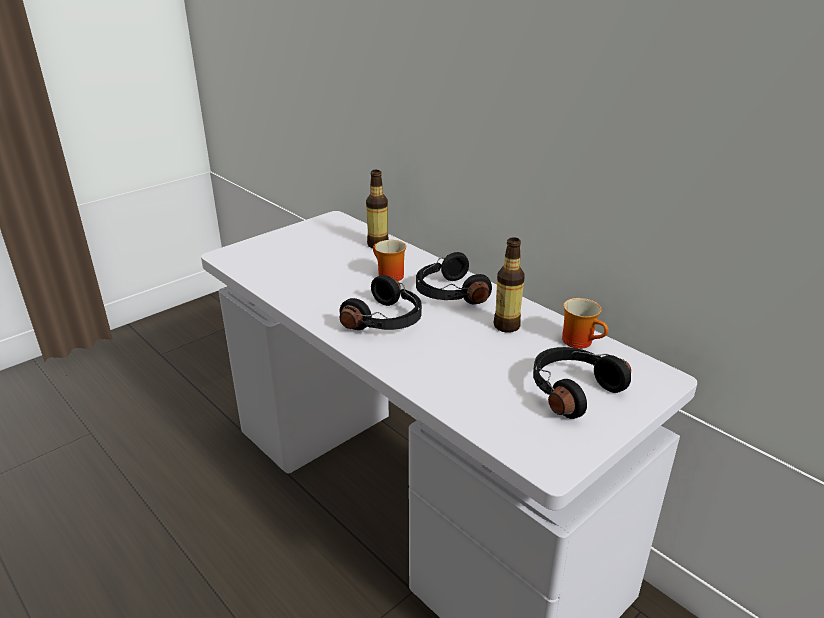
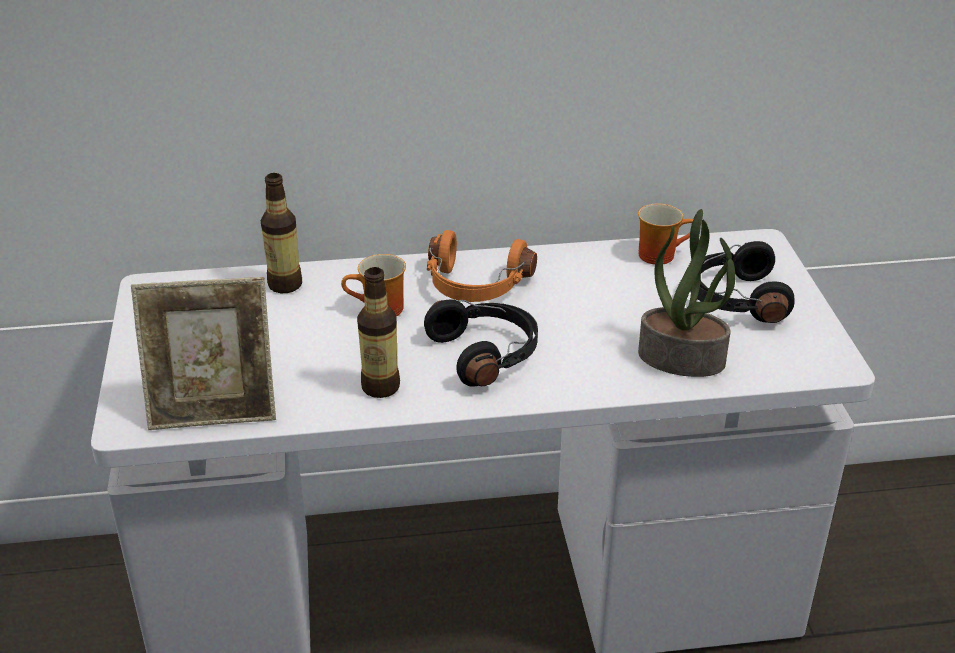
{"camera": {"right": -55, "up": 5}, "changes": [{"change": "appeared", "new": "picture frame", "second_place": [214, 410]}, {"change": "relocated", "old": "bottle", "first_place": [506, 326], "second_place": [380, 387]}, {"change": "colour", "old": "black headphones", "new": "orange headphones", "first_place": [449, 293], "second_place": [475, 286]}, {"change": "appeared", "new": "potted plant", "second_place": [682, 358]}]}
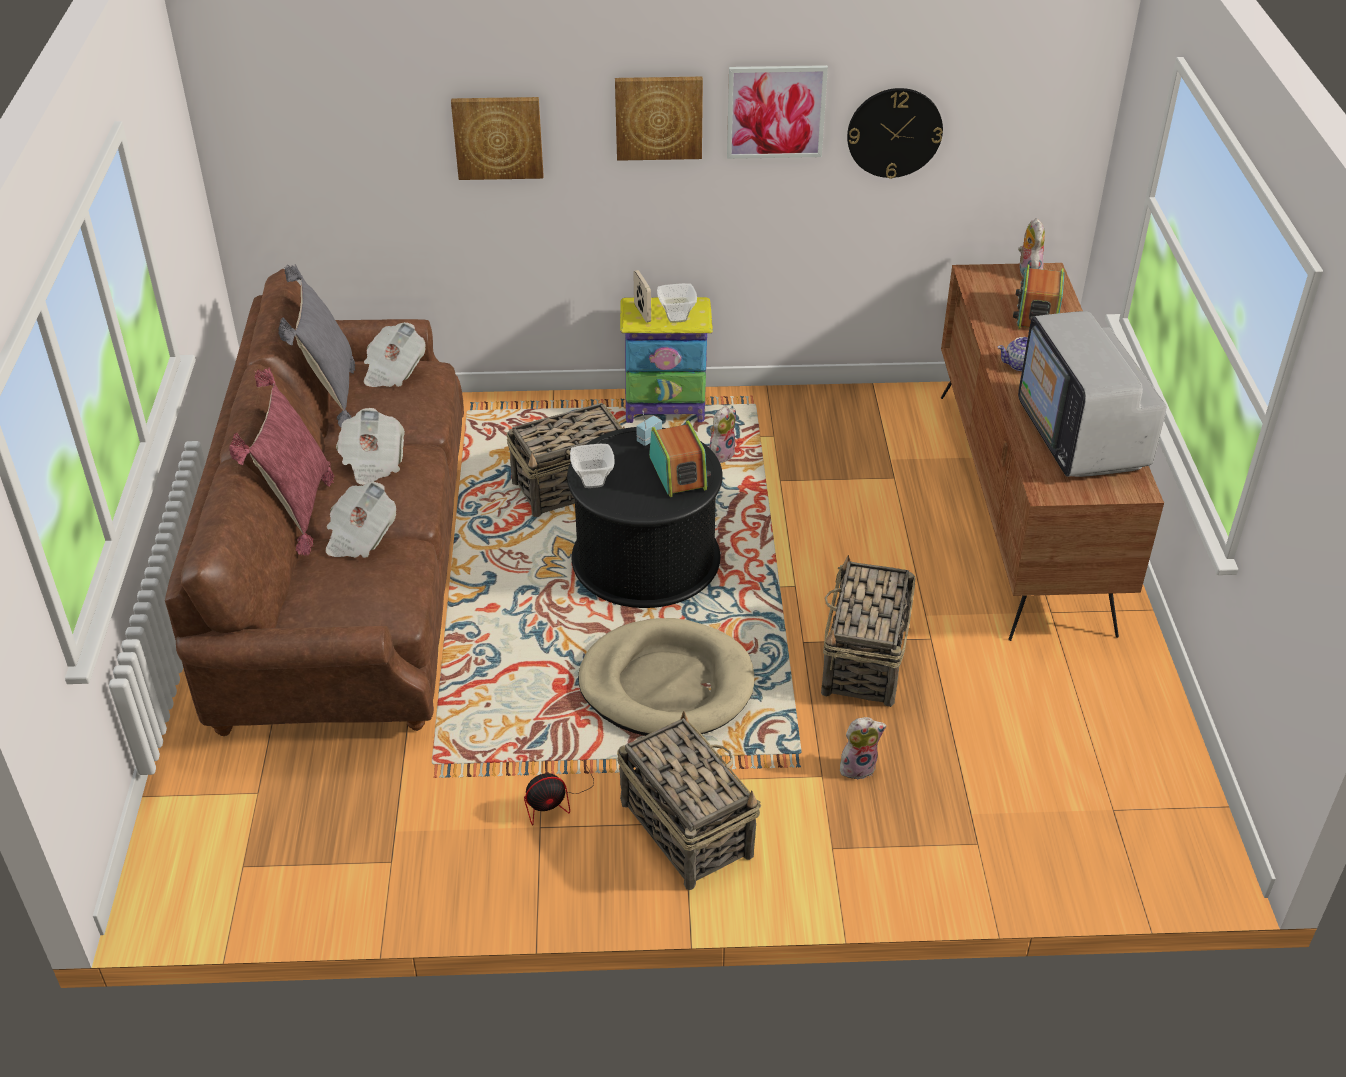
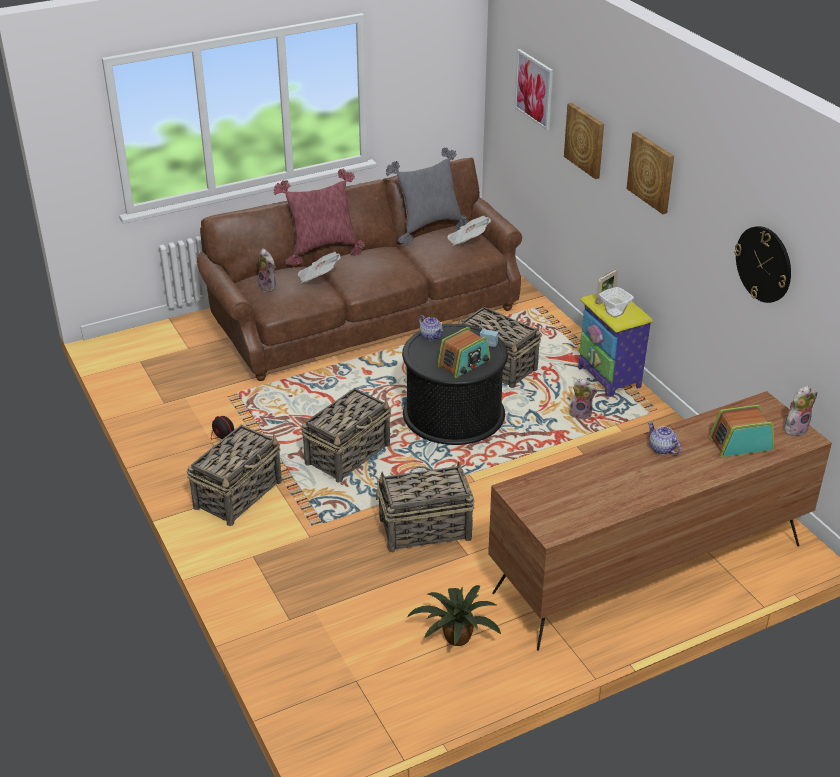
{"camera": {"right": 65, "up": -5}, "changes": [{"change": "relocated", "old": "plush toy", "first_place": [858, 766], "second_place": [269, 286]}, {"change": "exchanged", "old": "beige dog bed", "new": "basket", "first_place": [666, 684], "second_place": [348, 454]}, {"change": "appeared", "new": "potted plant", "second_place": [455, 638]}, {"change": "exchanged", "old": "bowl", "new": "teapot", "first_place": [592, 481], "second_place": [431, 336]}, {"change": "relocated", "old": "picture", "first_place": [776, 111], "second_place": [534, 89]}, {"change": "missing", "old": "newspaper", "first_place": [372, 462]}, {"change": "missing", "old": "television", "first_place": [1081, 437]}]}
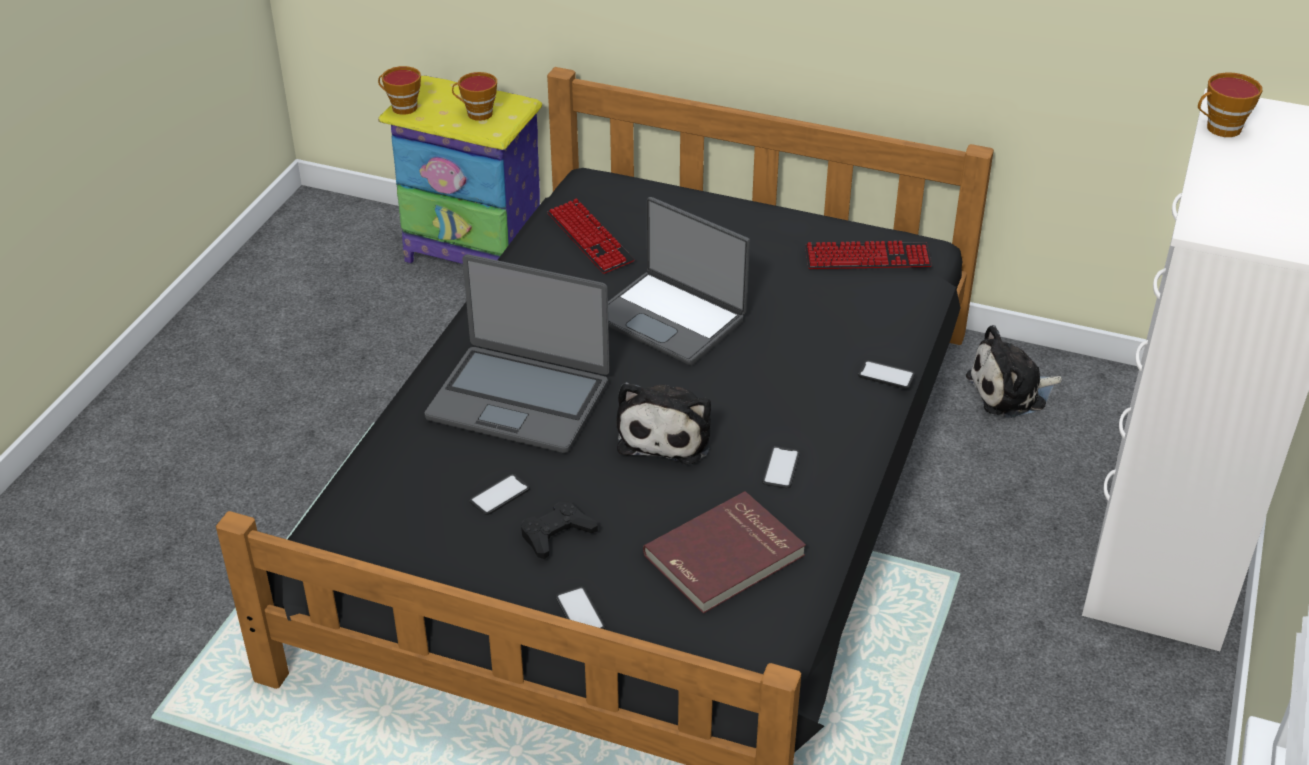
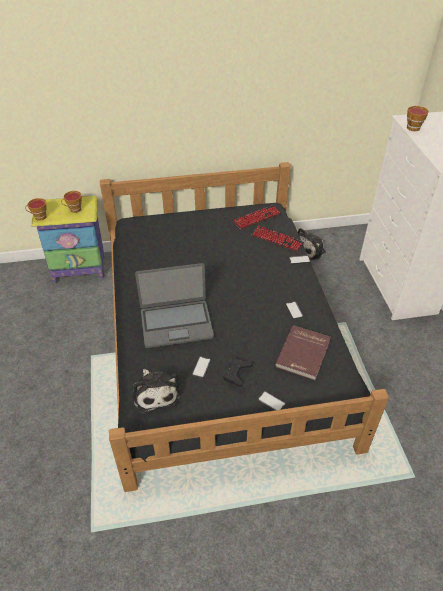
{"camera": {"right": -30, "up": 5}, "changes": [{"change": "relocated", "old": "plush toy", "first_place": [666, 433], "second_place": [155, 392]}, {"change": "relocated", "old": "keyboard", "first_place": [590, 238], "second_place": [277, 239]}, {"change": "missing", "old": "laptop", "first_place": [671, 318]}]}
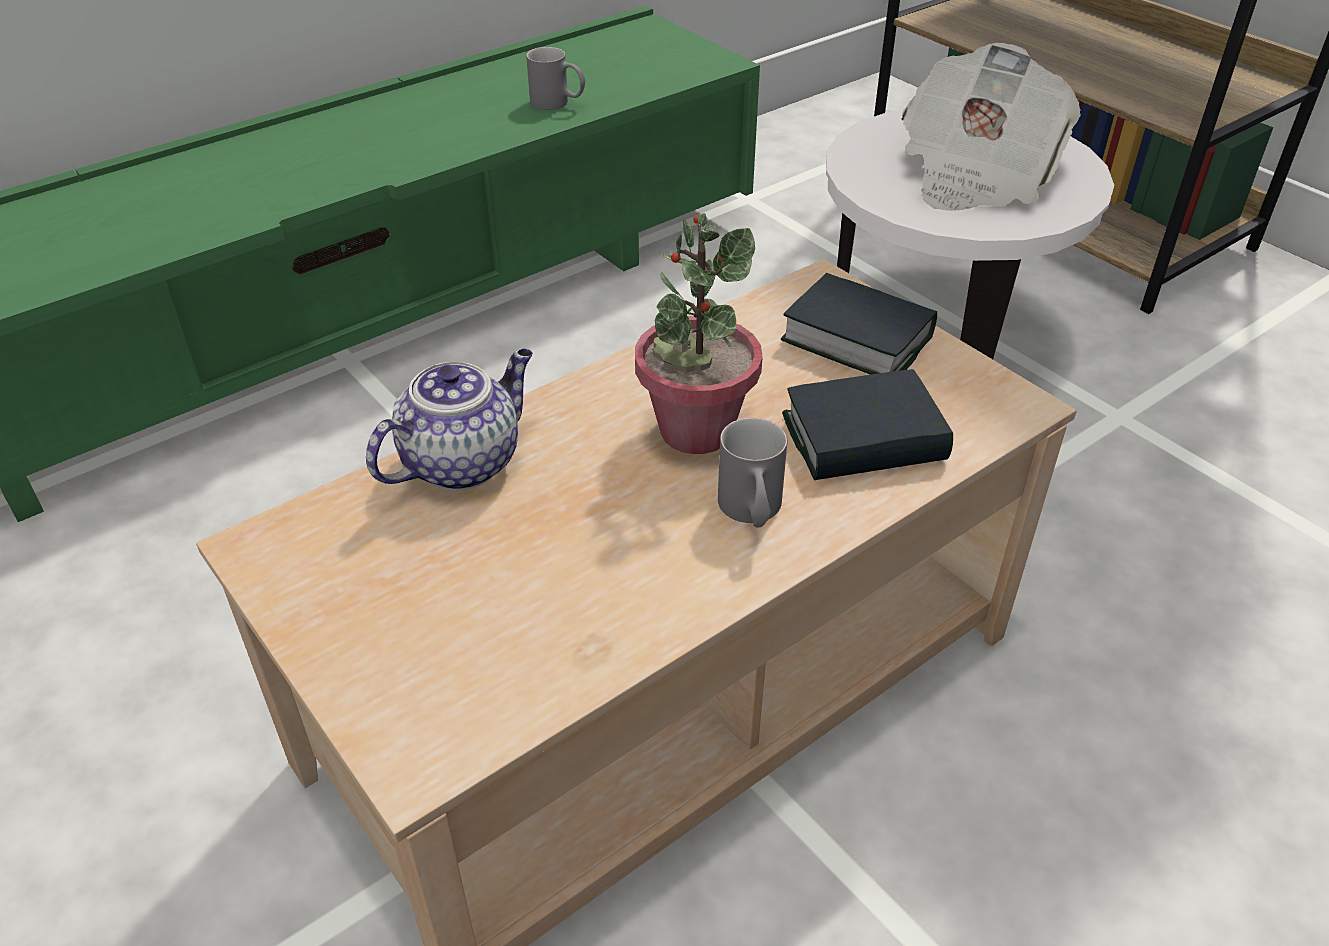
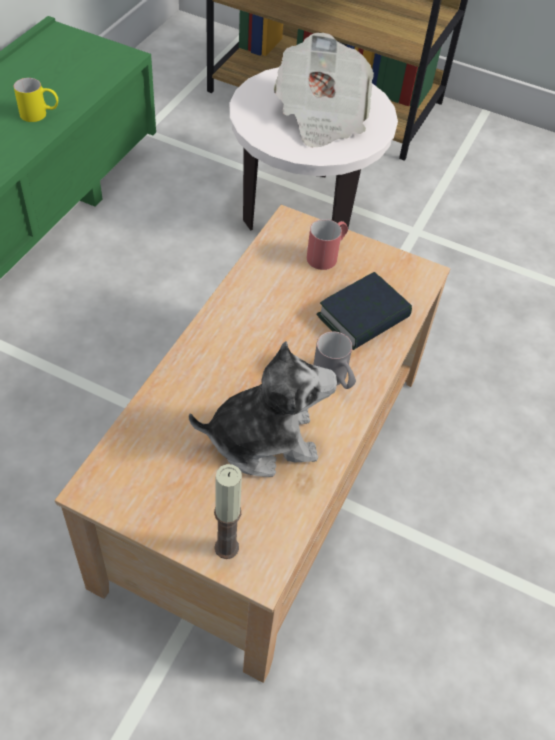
{"camera": {"right": -30, "up": 10}, "changes": [{"change": "colour", "old": "grey mug", "new": "yellow mug", "first_place": [558, 104], "second_place": [40, 114]}, {"change": "appeared", "new": "plush toy", "second_place": [263, 439]}, {"change": "appeared", "new": "candle", "second_place": [226, 547]}, {"change": "exchanged", "old": "book", "new": "red mug", "first_place": [857, 339], "second_place": [327, 255]}, {"change": "missing", "old": "teapot", "first_place": [462, 461]}, {"change": "missing", "old": "potted plant", "first_place": [695, 430]}]}
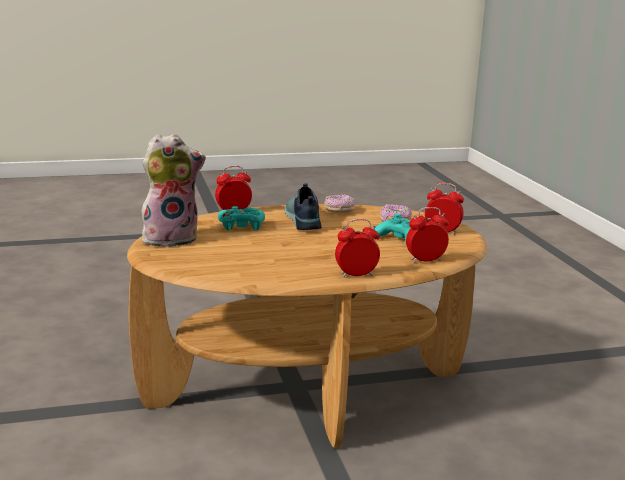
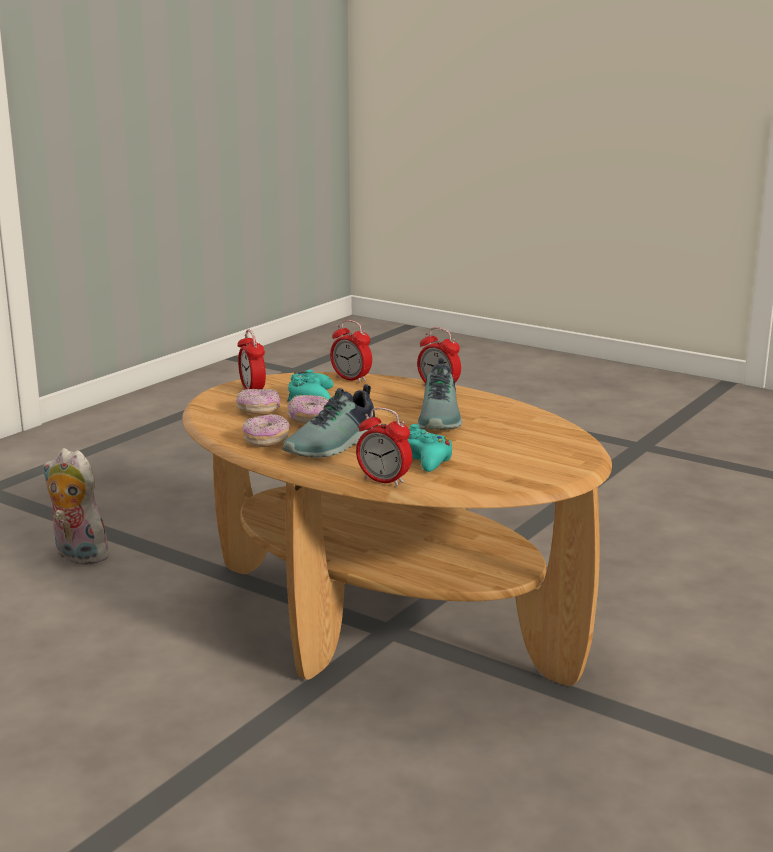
{"camera": {"right": -130, "up": 0}, "changes": [{"change": "relocated", "old": "plush toy", "first_place": [171, 238], "second_place": [77, 556]}, {"change": "appeared", "new": "donut", "second_place": [309, 419]}, {"change": "appeared", "new": "shoe", "second_place": [441, 418]}]}
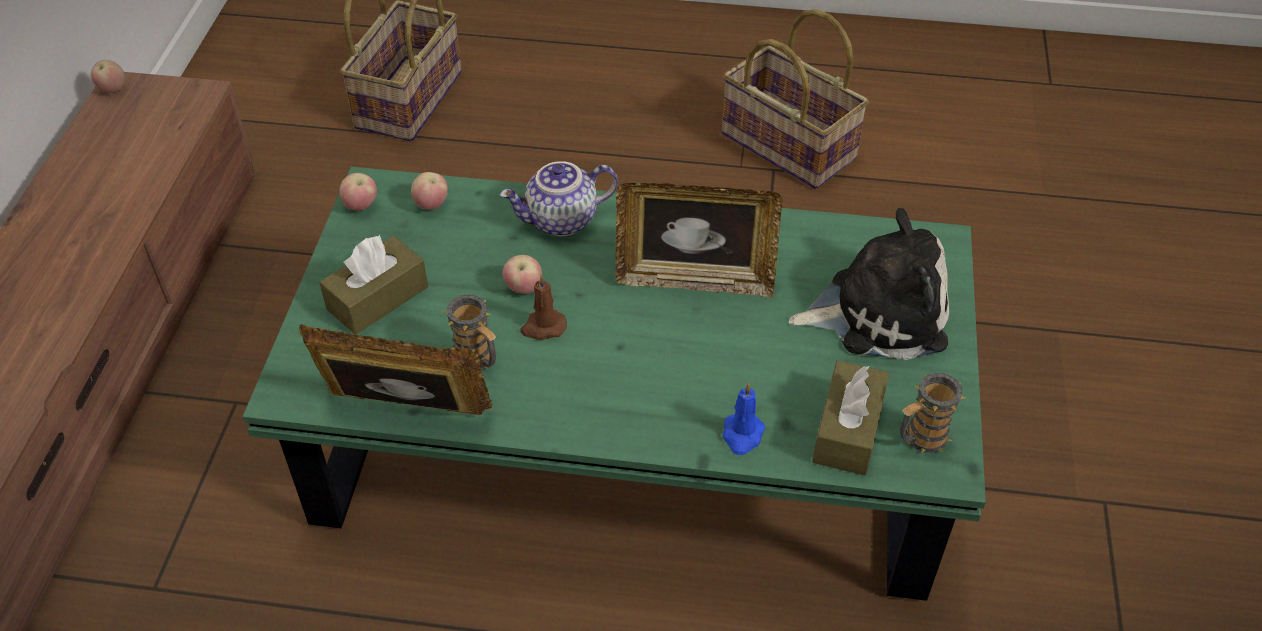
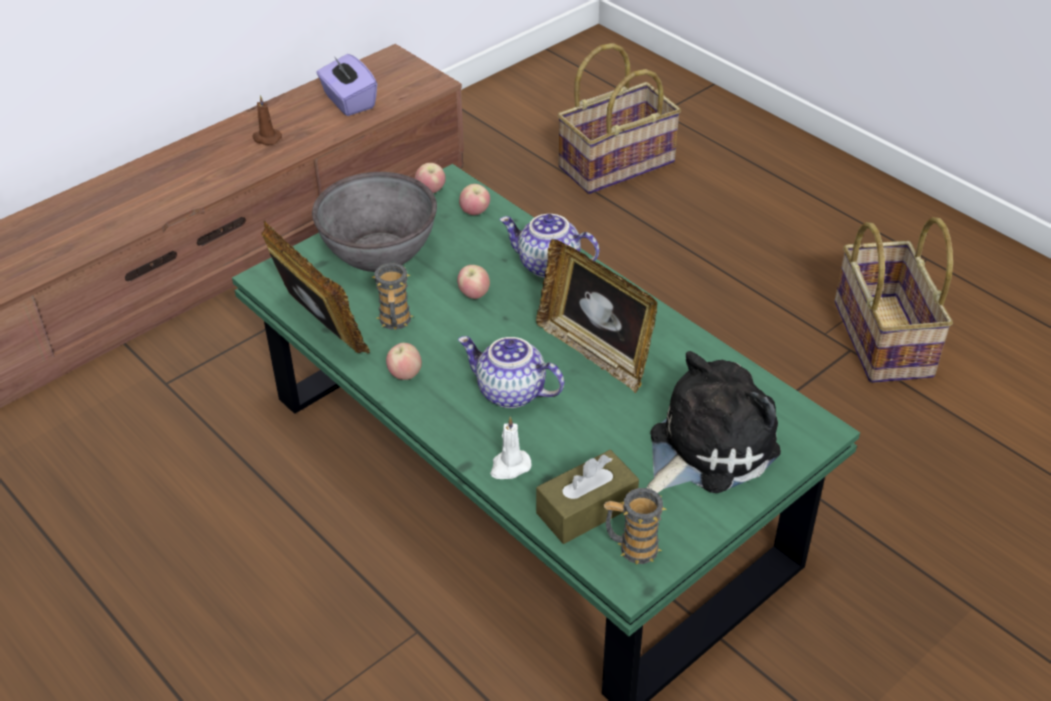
{"camera": {"right": 40, "up": -5}, "changes": [{"change": "relocated", "old": "brown candle", "first_place": [543, 327], "second_place": [266, 138]}, {"change": "exchanged", "old": "brown tissue box", "new": "grey bowl", "first_place": [377, 298], "second_place": [379, 252]}, {"change": "appeared", "new": "purple tissue box", "second_place": [348, 101]}, {"change": "relocated", "old": "apple", "first_place": [113, 89], "second_place": [405, 374]}, {"change": "appeared", "new": "teapot", "second_place": [509, 393]}, {"change": "colour", "old": "blue candle", "new": "white candle", "first_place": [742, 435], "second_place": [509, 466]}, {"change": "spun", "old": "plush toy", "first_place": [878, 312], "second_place": [706, 448], "degrees": -75}]}
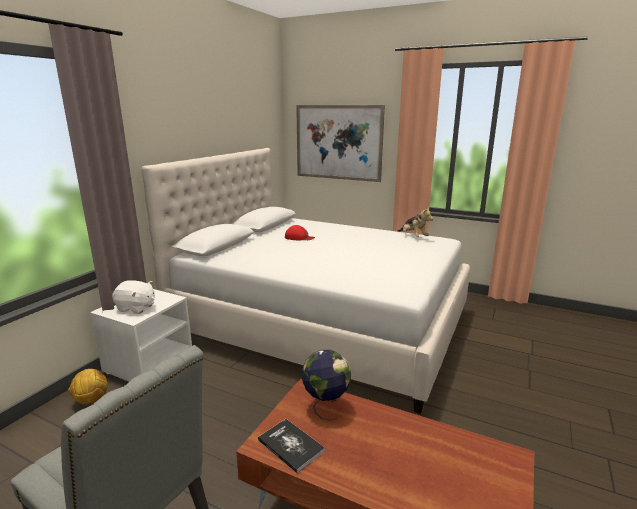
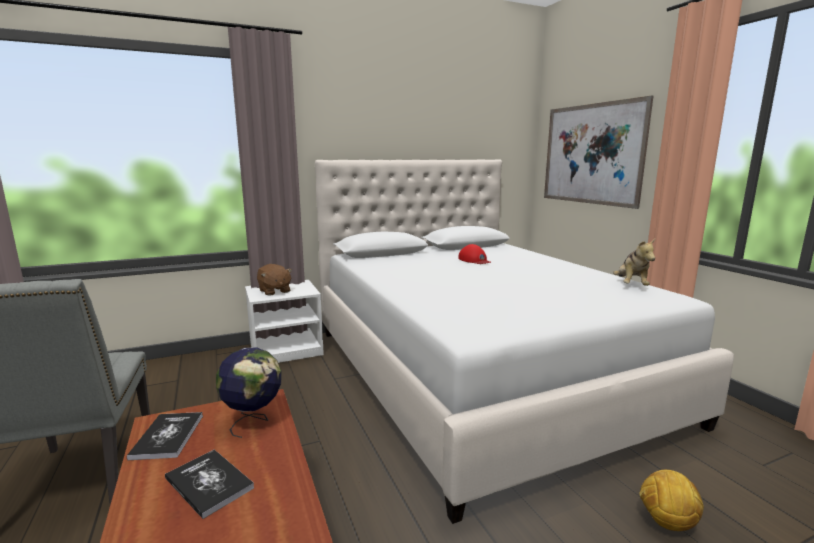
{"camera": {"right": 40, "up": -5}, "changes": [{"change": "appeared", "new": "book", "second_place": [209, 483]}, {"change": "colour", "old": "white plush toy", "new": "brown plush toy", "first_place": [136, 308], "second_place": [274, 291]}, {"change": "relocated", "old": "football", "first_place": [91, 400], "second_place": [667, 523]}]}
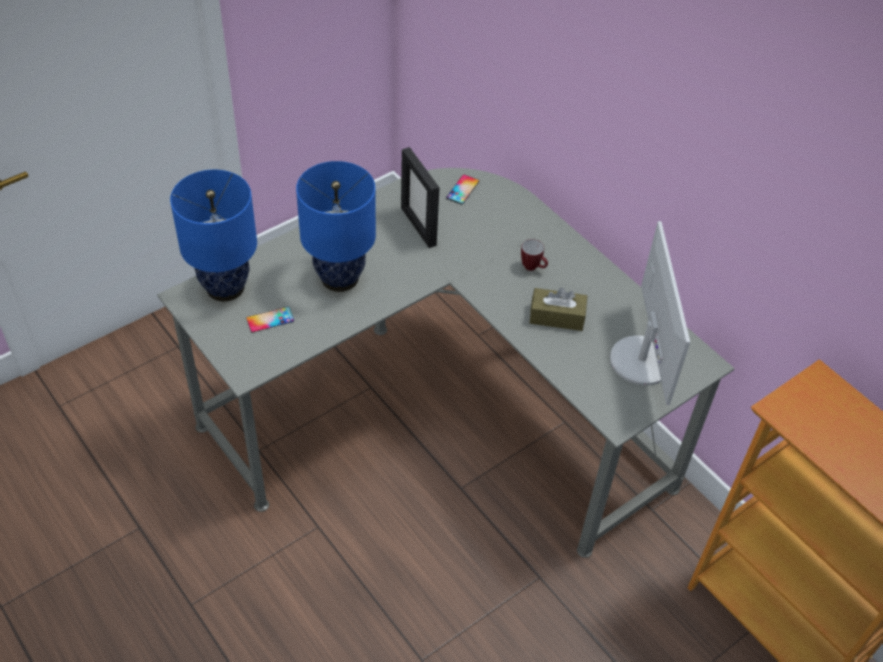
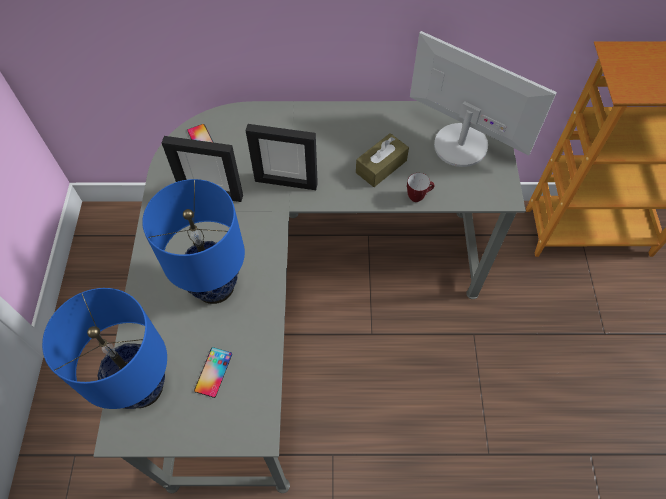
{"camera": {"right": -50, "up": 10}, "changes": [{"change": "appeared", "new": "picture frame", "second_place": [286, 181]}, {"change": "relocated", "old": "mug", "first_place": [533, 268], "second_place": [418, 196]}]}
